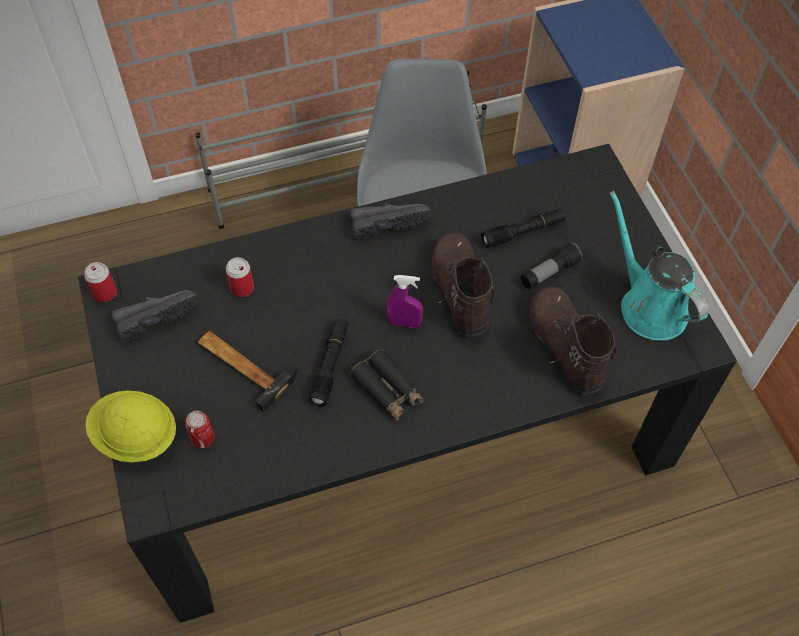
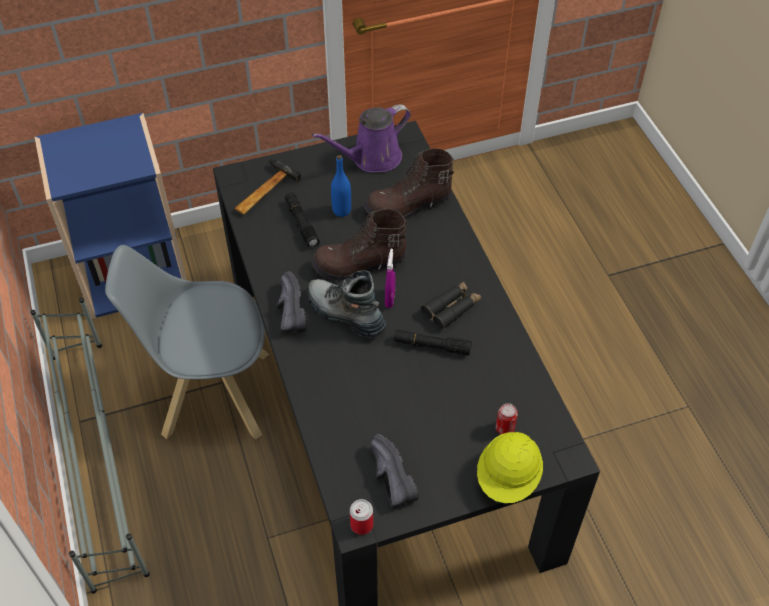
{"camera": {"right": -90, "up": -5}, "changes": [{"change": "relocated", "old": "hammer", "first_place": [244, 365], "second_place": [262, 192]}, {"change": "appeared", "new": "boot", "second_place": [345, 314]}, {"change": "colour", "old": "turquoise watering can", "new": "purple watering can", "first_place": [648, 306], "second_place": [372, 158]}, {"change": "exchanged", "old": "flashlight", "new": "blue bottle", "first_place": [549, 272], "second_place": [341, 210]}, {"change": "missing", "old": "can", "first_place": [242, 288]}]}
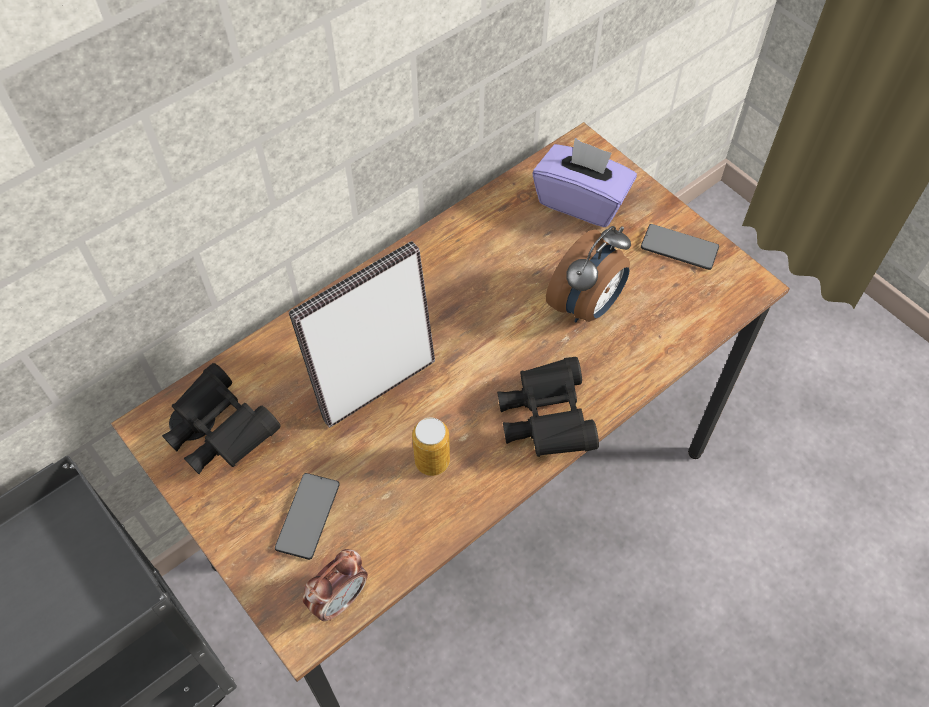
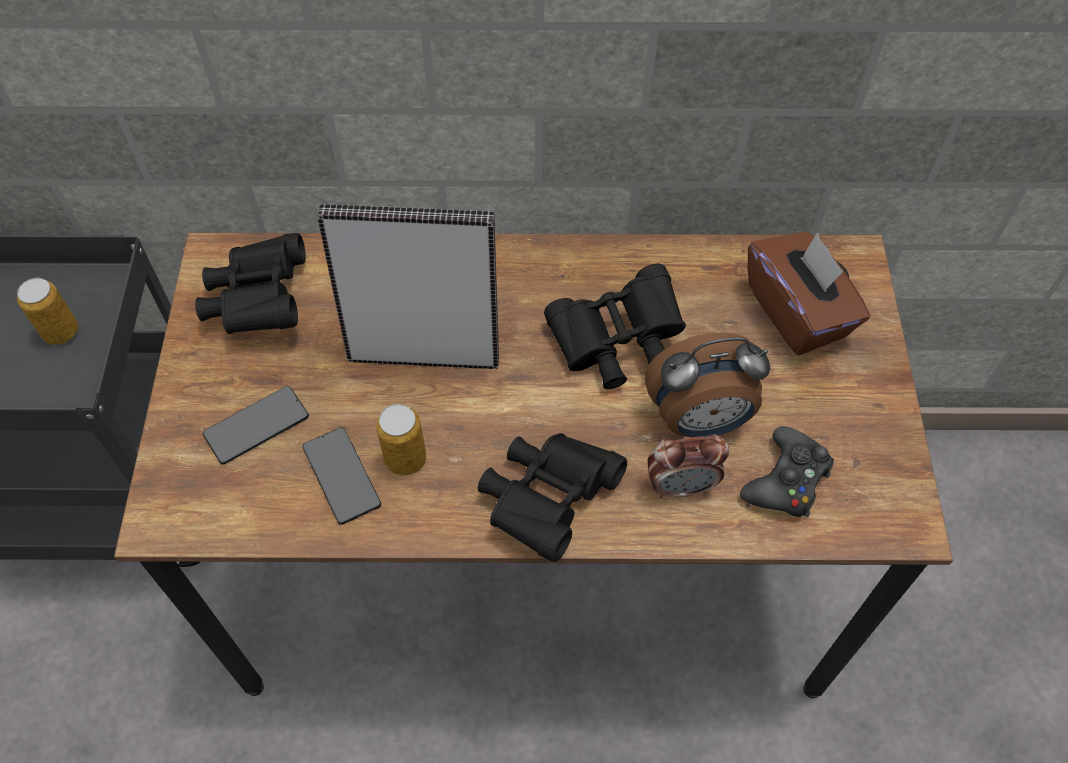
{"camera": {"right": 40, "up": 0}, "changes": [{"change": "appeared", "new": "can", "second_place": [61, 332]}, {"change": "relocated", "old": "phone", "first_place": [679, 248], "second_place": [342, 476]}, {"change": "appeared", "new": "black binoculars", "second_place": [617, 344]}, {"change": "relocated", "old": "alarm clock", "first_place": [339, 599], "second_place": [681, 486]}, {"change": "appeared", "new": "black game controller", "second_place": [787, 480]}, {"change": "colour", "old": "purple tissue box", "new": "brown tissue box", "first_place": [581, 201], "second_place": [798, 312]}]}
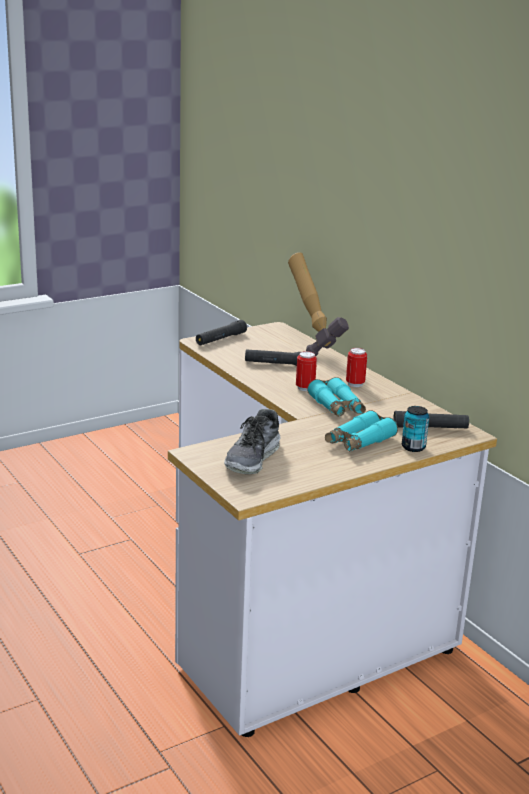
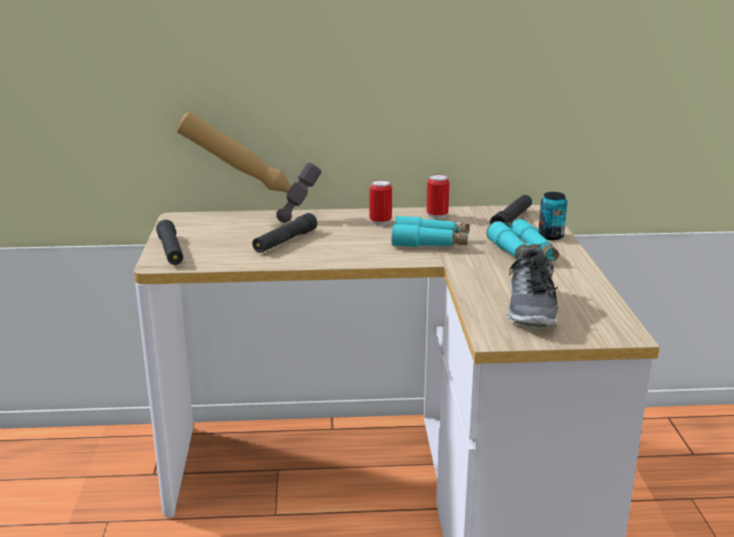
{"camera": {"right": -60, "up": 0}, "changes": [{"change": "relocated", "old": "can", "first_place": [305, 388], "second_place": [437, 216]}, {"change": "spun", "old": "shoe", "first_place": [253, 458], "second_place": [531, 309], "degrees": 45}]}
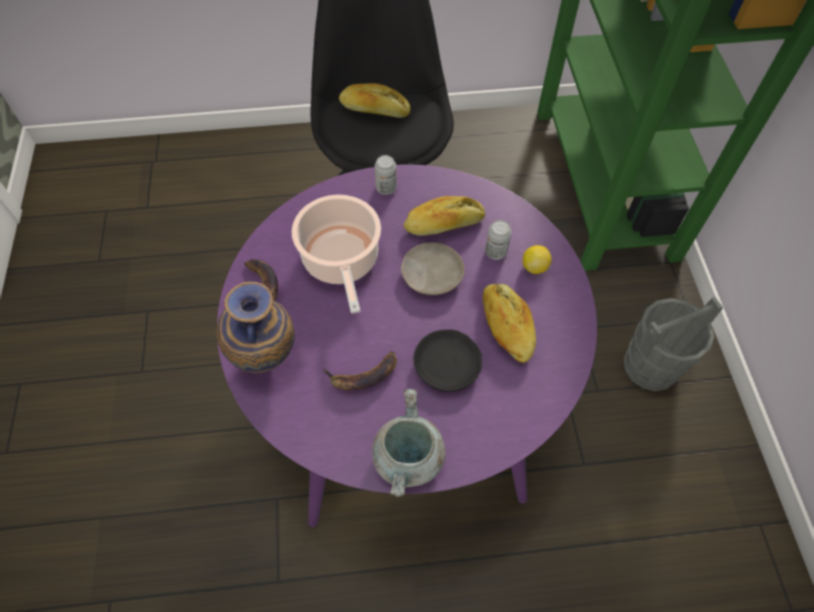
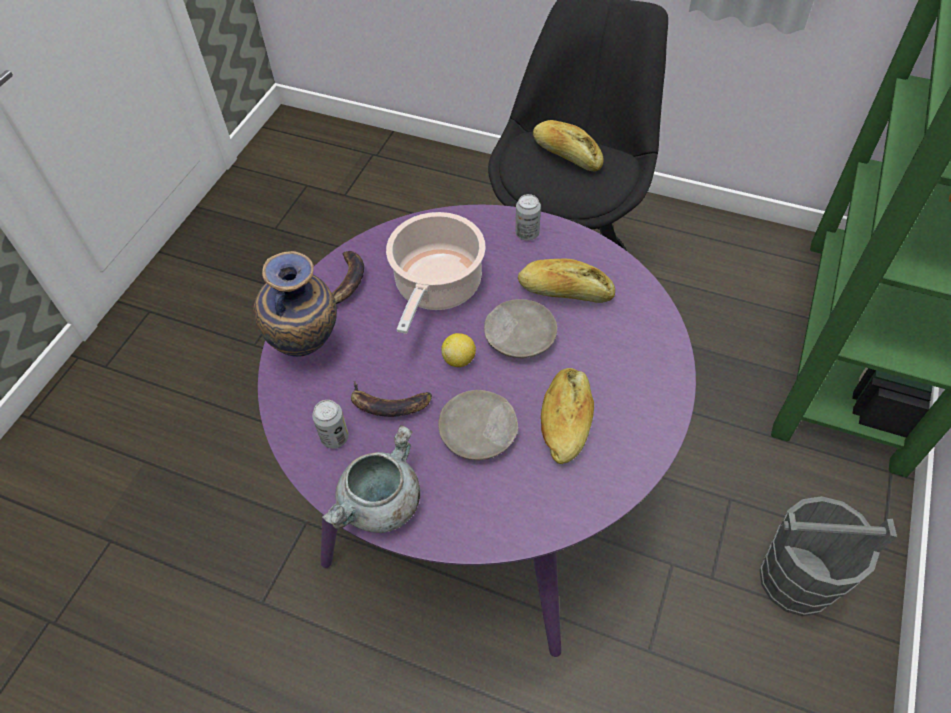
{"camera": {"right": 30, "up": -5}, "changes": [{"change": "relocated", "old": "can", "first_place": [495, 252], "second_place": [335, 437]}, {"change": "colour", "old": "black plate", "new": "beige plate", "first_place": [447, 366], "second_place": [478, 433]}, {"change": "relocated", "old": "lemon", "first_place": [534, 267], "second_place": [459, 359]}]}
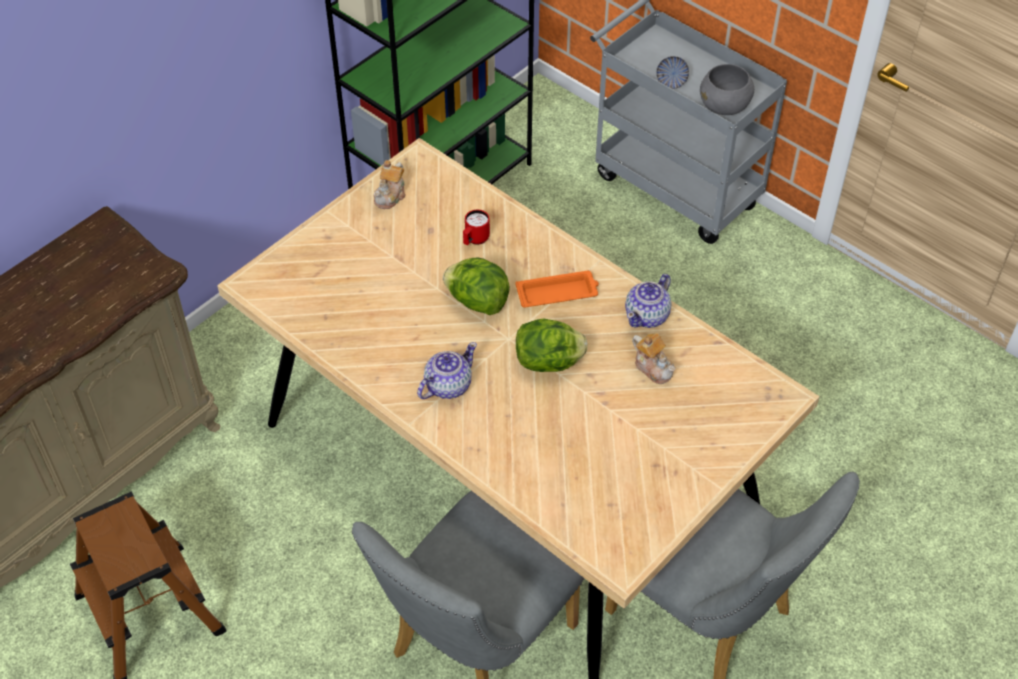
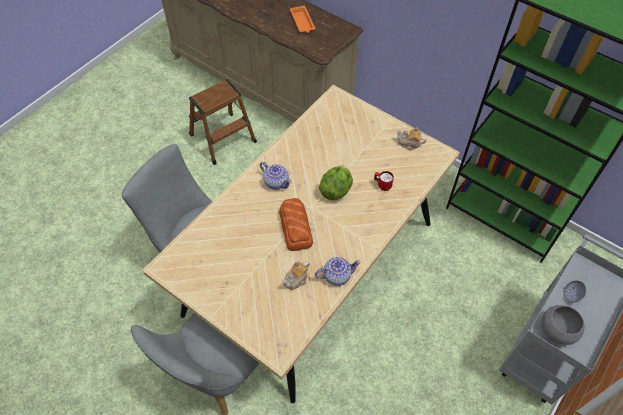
{"camera": {"right": 85, "up": 5}, "changes": [{"change": "exchanged", "old": "lettuce", "new": "bread", "first_place": [549, 362], "second_place": [296, 227]}, {"change": "relocated", "old": "orange tray", "first_place": [558, 293], "second_place": [302, 22]}, {"change": "spun", "old": "teapot", "first_place": [647, 316], "second_place": [336, 276], "degrees": 135}]}
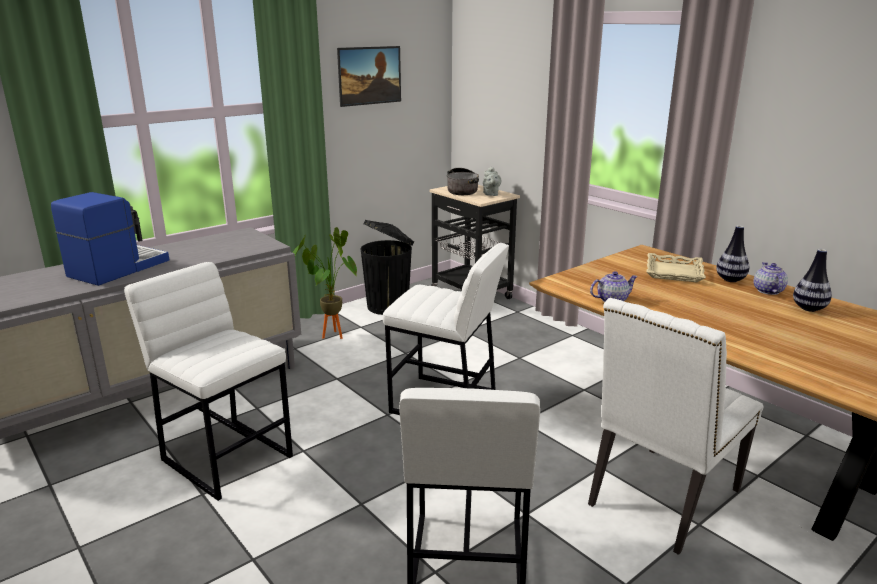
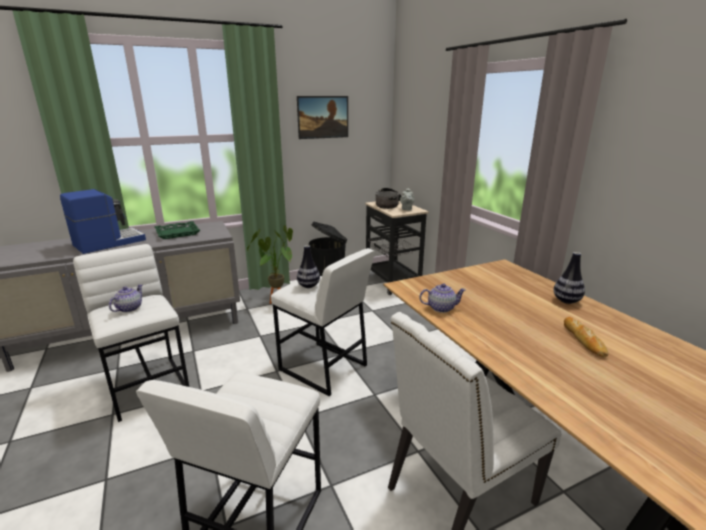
{"camera": {"right": 15, "up": 0}, "changes": [{"change": "relocated", "old": "teapot", "first_place": [768, 291], "second_place": [129, 308]}, {"change": "appeared", "new": "green tray", "second_place": [177, 233]}, {"change": "relocated", "old": "vase", "first_place": [808, 308], "second_place": [308, 286]}, {"change": "appeared", "new": "bread", "second_place": [583, 339]}, {"change": "missing", "old": "beige tray", "first_place": [673, 272]}]}
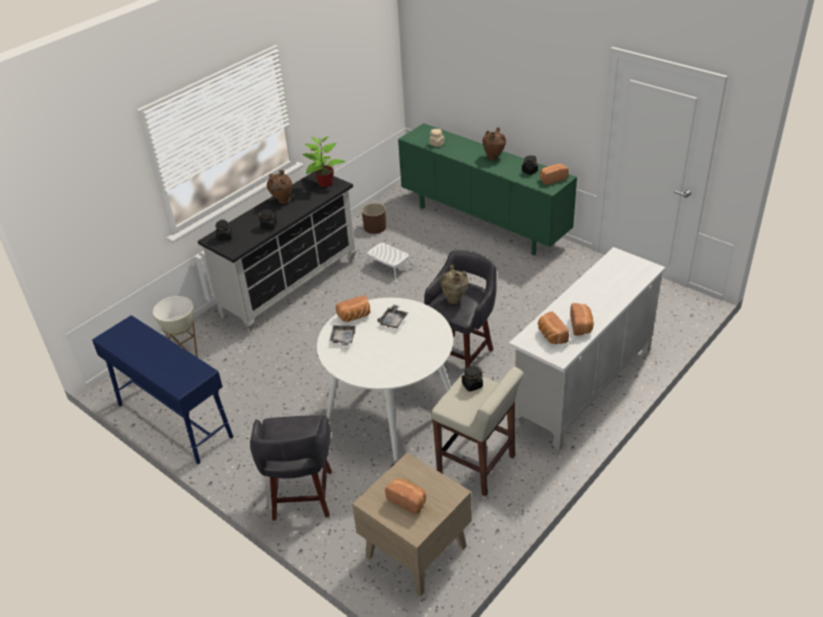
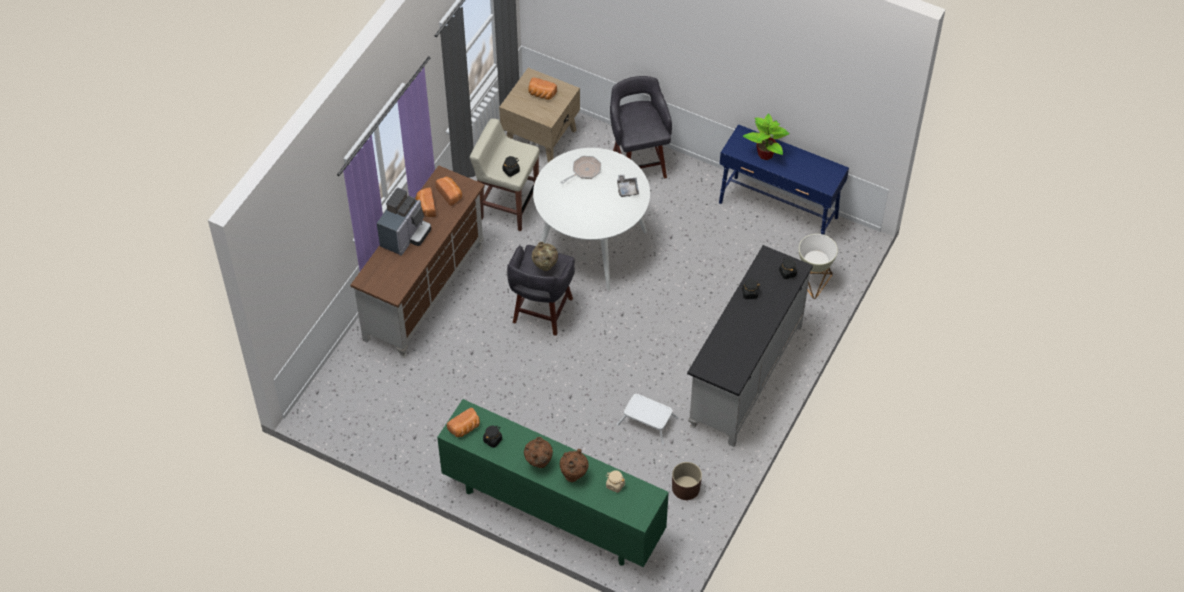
{"camera": {"right": 165, "up": 15}, "changes": [{"change": "colour", "old": "white dresser", "new": "brown dresser", "first_place": [582, 387], "second_place": [425, 292]}, {"change": "appeared", "new": "coffee machine", "second_place": [405, 236]}, {"change": "appeared", "new": "frying pan", "second_place": [584, 171]}, {"change": "relocated", "old": "brown vase", "first_place": [282, 201], "second_place": [573, 476]}, {"change": "relocated", "old": "potted plant", "first_place": [324, 183], "second_place": [766, 154]}, {"change": "missing", "old": "bread", "first_place": [355, 316]}, {"change": "missing", "old": "grey tray", "first_place": [393, 320]}]}
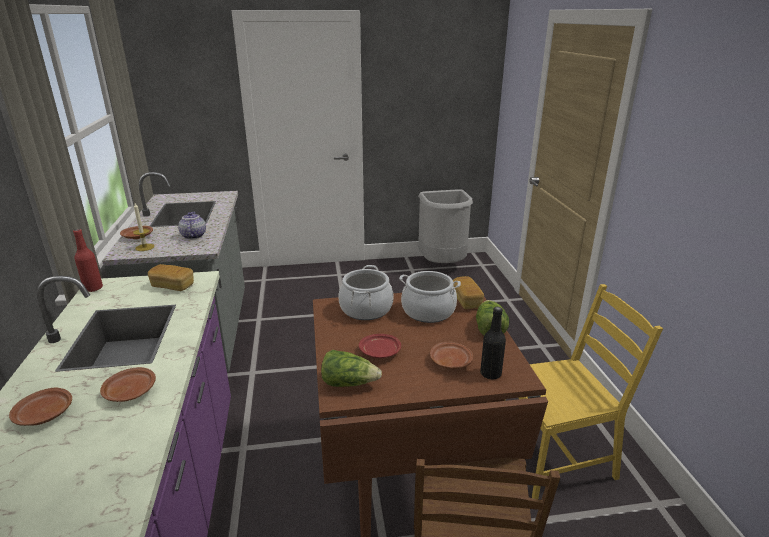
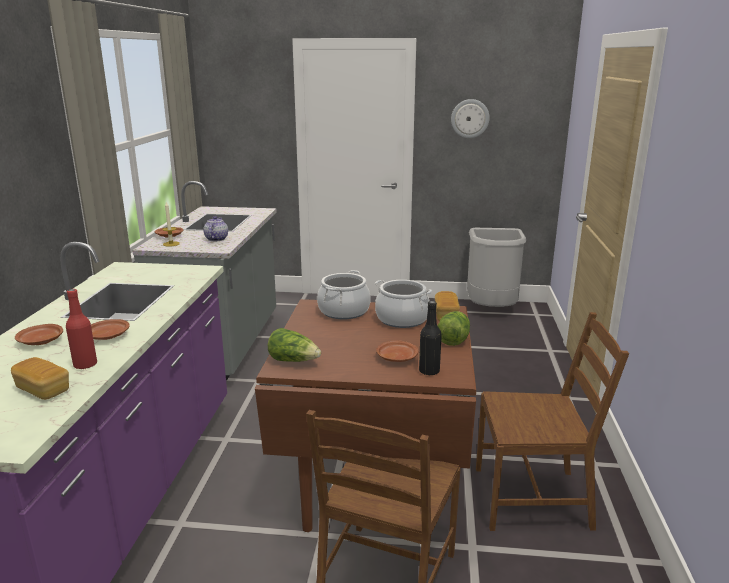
{"camera": {"right": 15, "up": -5}, "changes": [{"change": "relocated", "old": "bread", "first_place": [173, 286], "second_place": [43, 390]}, {"change": "relocated", "old": "red bottle", "first_place": [93, 288], "second_place": [85, 365]}, {"change": "appeared", "new": "wall clock", "second_place": [470, 118]}, {"change": "colour", "old": "yellow chair", "new": "brown chair", "first_place": [555, 456], "second_place": [533, 498]}, {"change": "missing", "old": "red plate", "first_place": [380, 352]}]}
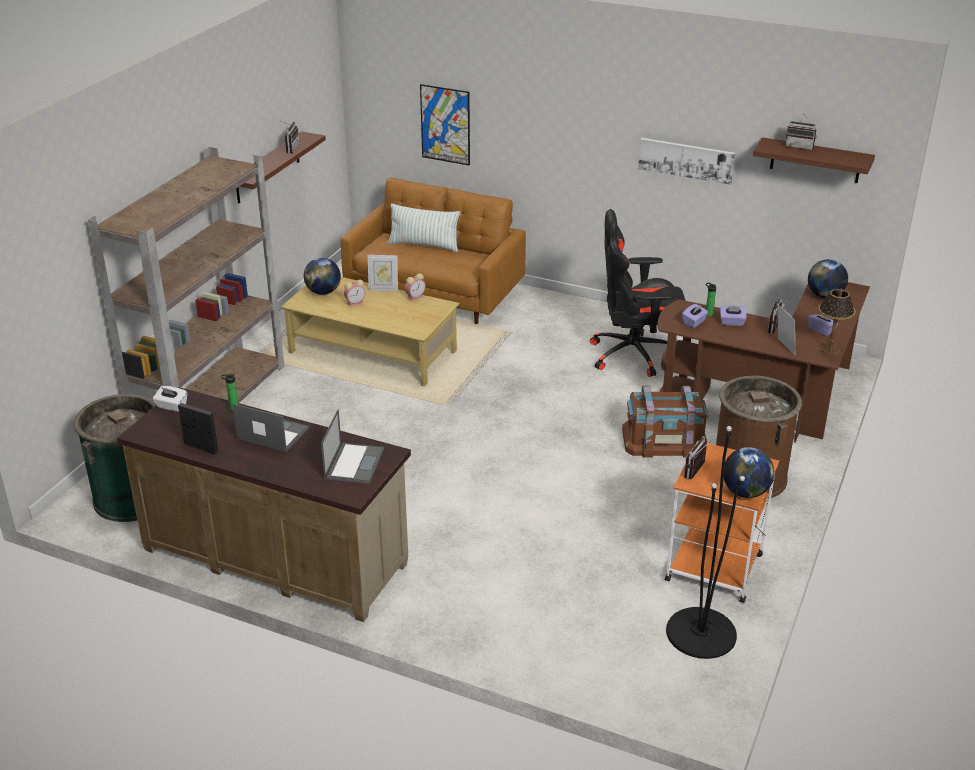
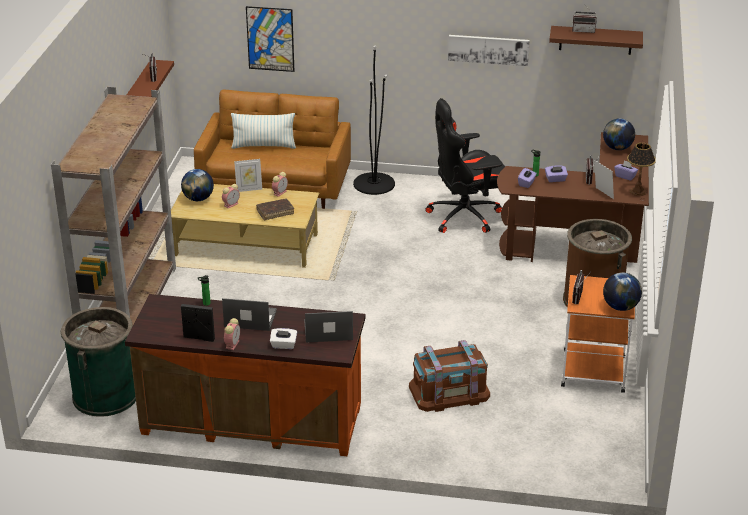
{"camera": {"right": -15, "up": 0}, "changes": [{"change": "colour", "old": "beige cabinet", "new": "orange cabinet", "first_place": [274, 556], "second_place": [251, 420]}, {"change": "appeared", "new": "alarm clock", "second_place": [232, 344]}, {"change": "appeared", "new": "brown book", "second_place": [275, 212]}, {"change": "relocated", "old": "white tissue box", "first_place": [171, 406], "second_place": [283, 345]}, {"change": "spun", "old": "laptop", "first_place": [354, 463], "second_place": [327, 330], "degrees": -90}, {"change": "relocated", "old": "black floor lamp", "first_place": [701, 633], "second_place": [374, 184]}, {"change": "relocated", "old": "brown storage box", "first_place": [664, 440], "second_place": [449, 392]}]}
